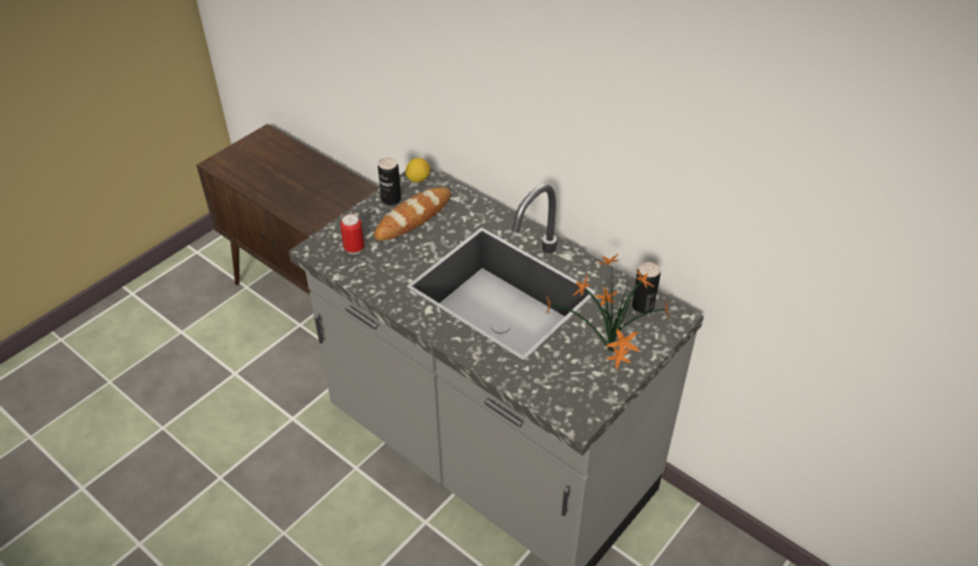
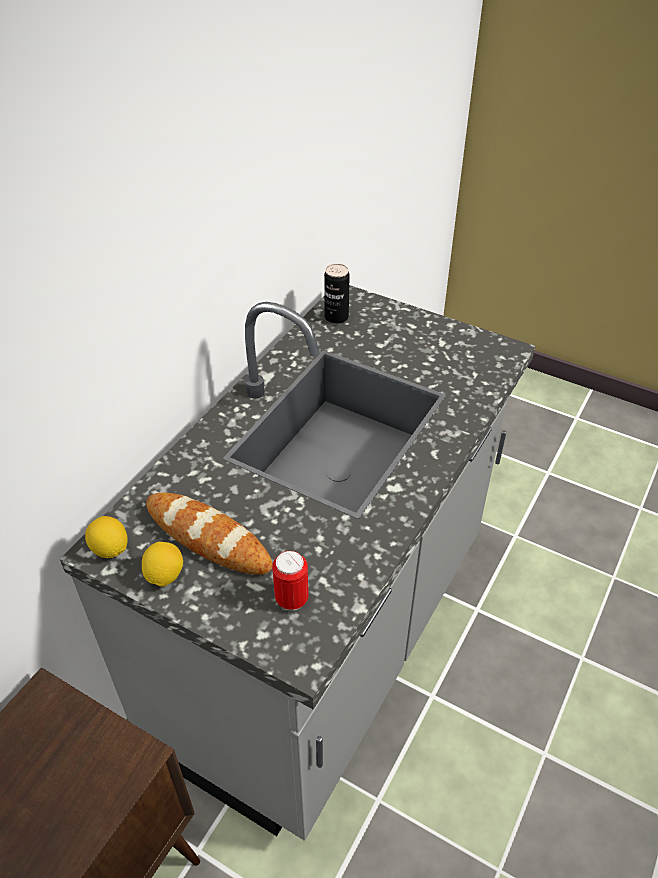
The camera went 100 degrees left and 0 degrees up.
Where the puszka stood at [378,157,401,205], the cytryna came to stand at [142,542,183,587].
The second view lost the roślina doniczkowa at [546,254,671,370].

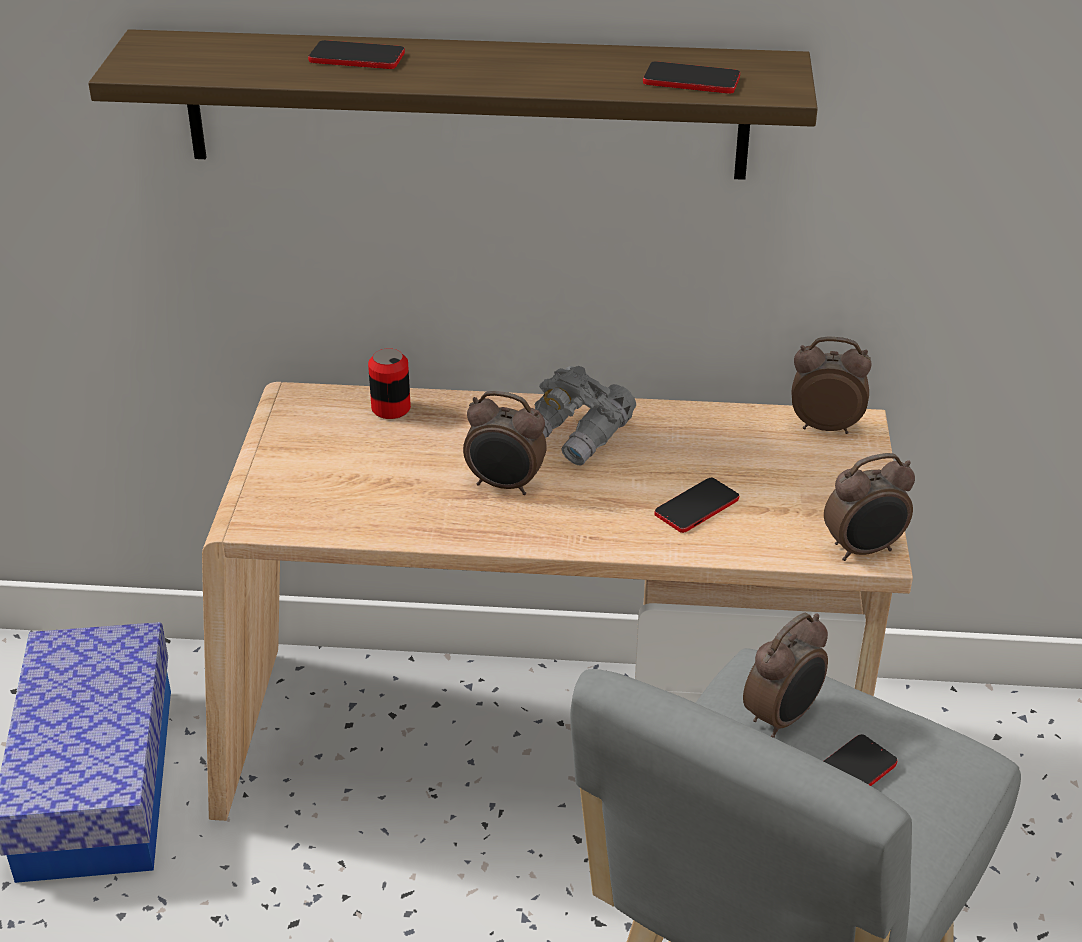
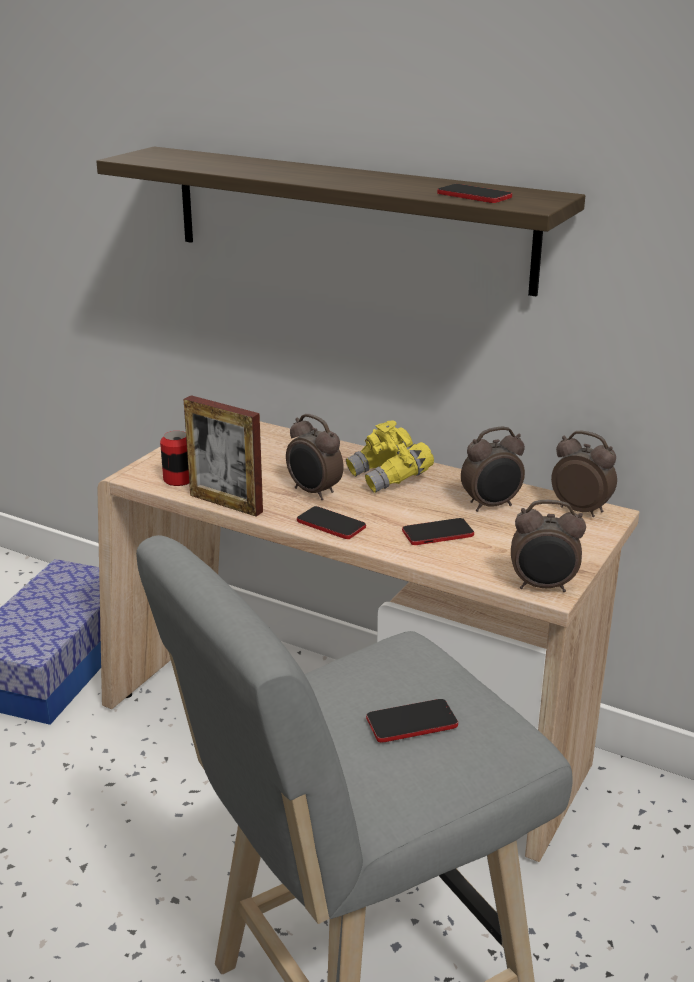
The camera went 25 degrees right and 10 degrees down.
The telefon ended up elsewhere, having gone from [308,40,405,69] to [297,506,366,539].
The puszka ended up elsewhere, having gone from [368,348,411,419] to [160,431,189,486].
What was the lornetka/szary at [534,366,636,465] turned into the lornetka/żółty at [346,420,434,493].
The budzik ended up elsewhere, having gone from [743,612,828,738] to [461,427,525,512].
The second view gained the ramka na zdjęcie at [184,395,263,516].

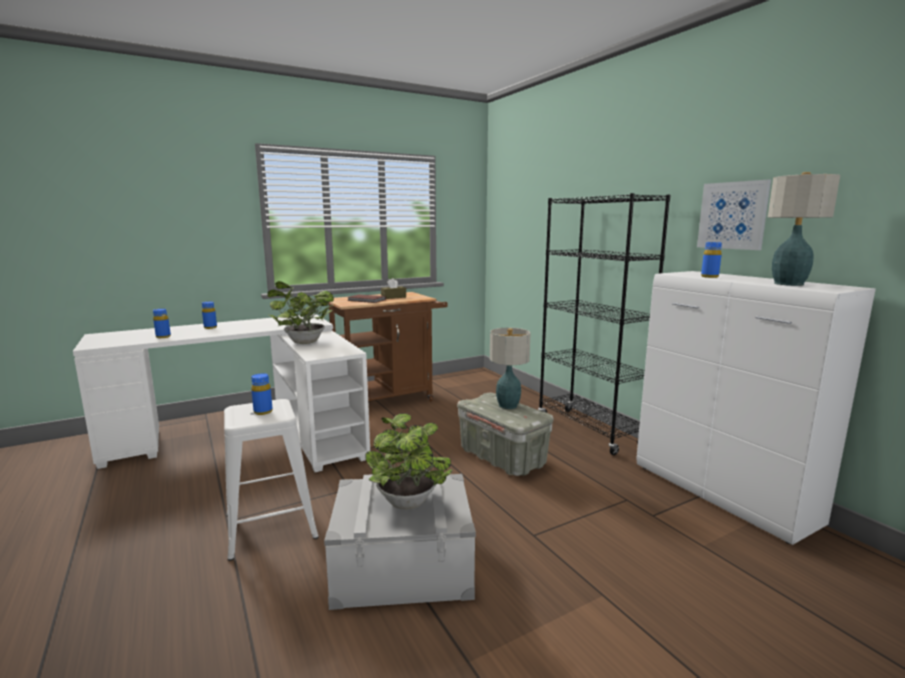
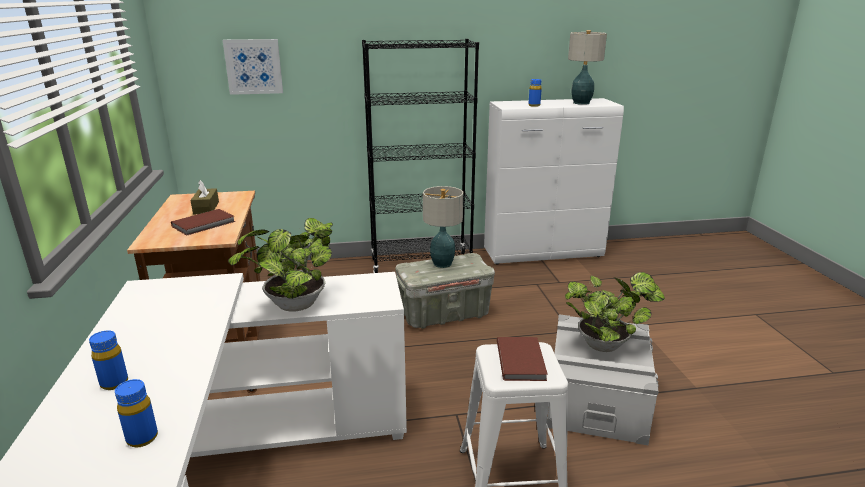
The camera went 70 degrees left and 10 degrees up.
The obraz ended up elsewhere, having gone from [697,180,771,250] to [223,39,283,95].
Where the butelka/niebieski stood at [251,373,273,415], the książka/brązowy came to stand at [497,337,548,381].

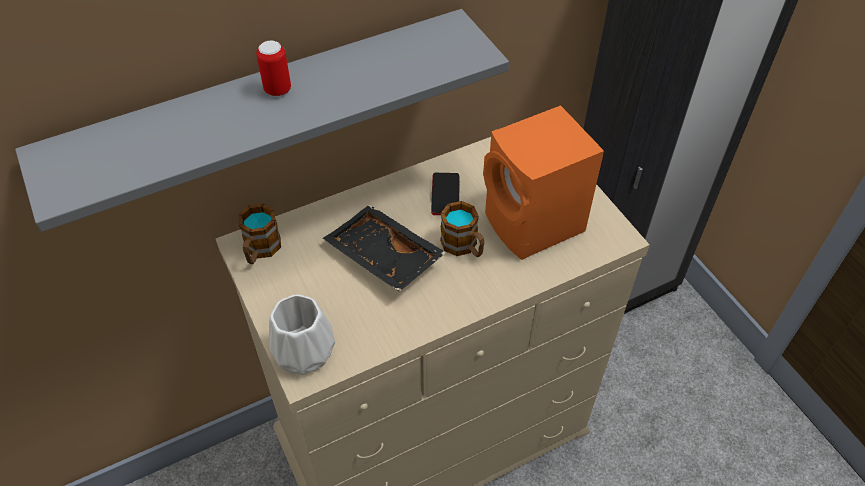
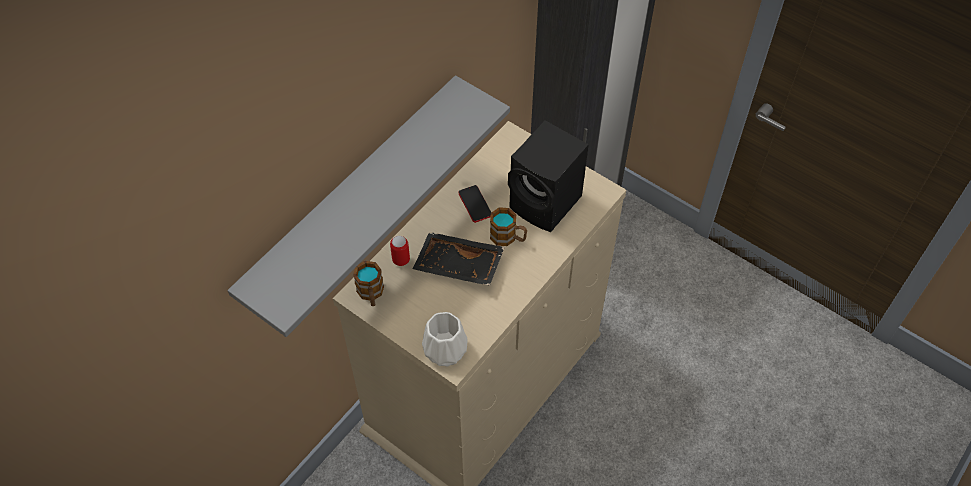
The camera went 25 degrees left and 5 degrees up.
The puszka ended up elsewhere, having gone from [256,41,291,96] to [390,236,410,266].
What was the głośnik/pomarańczowy at [483,105,604,260] turned into the głośnik/czarny at [508,120,589,232].

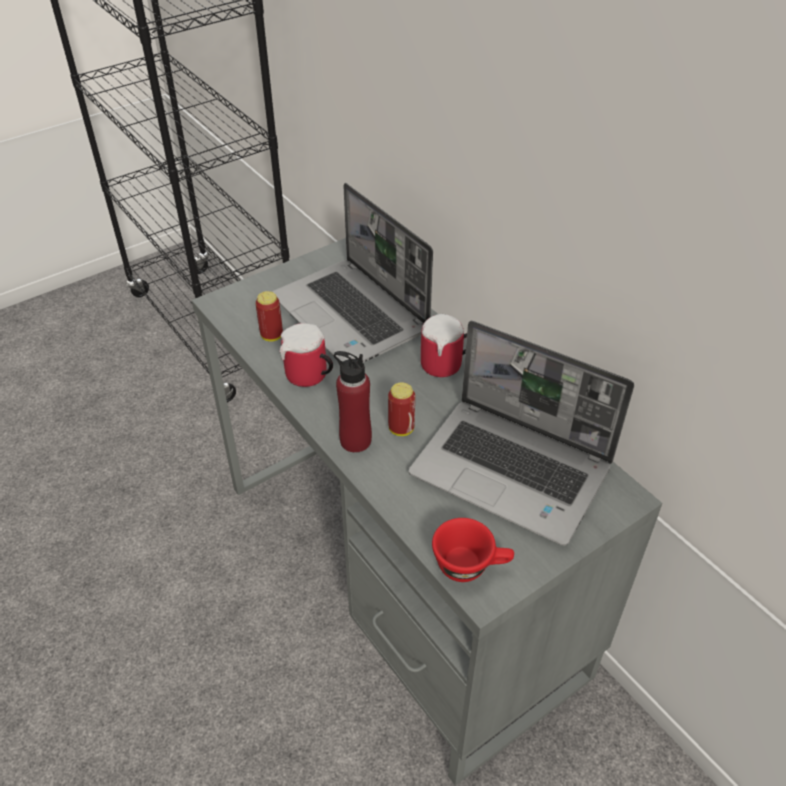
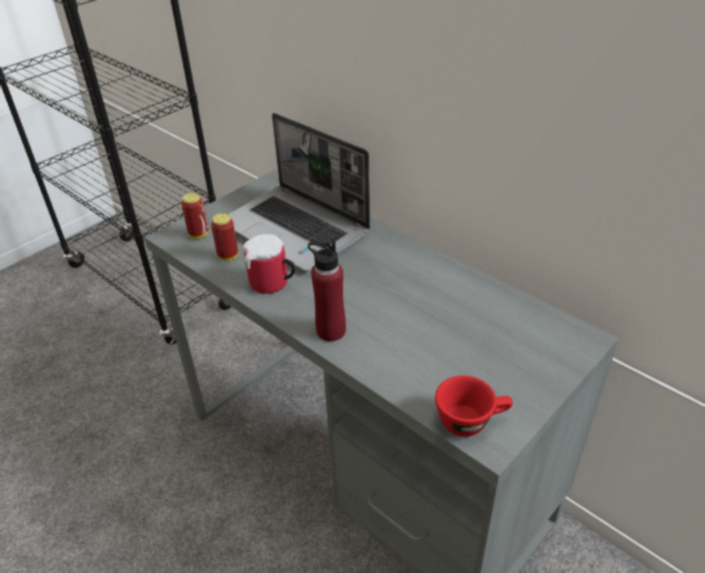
The camera went 10 degrees left and 5 degrees down.
The second view lost the kubek at [421,314,467,377].
The second view lost the laptop at [409,321,634,546].
The puszka ended up elsewhere, having gone from [388,382,415,436] to [181,193,209,239].

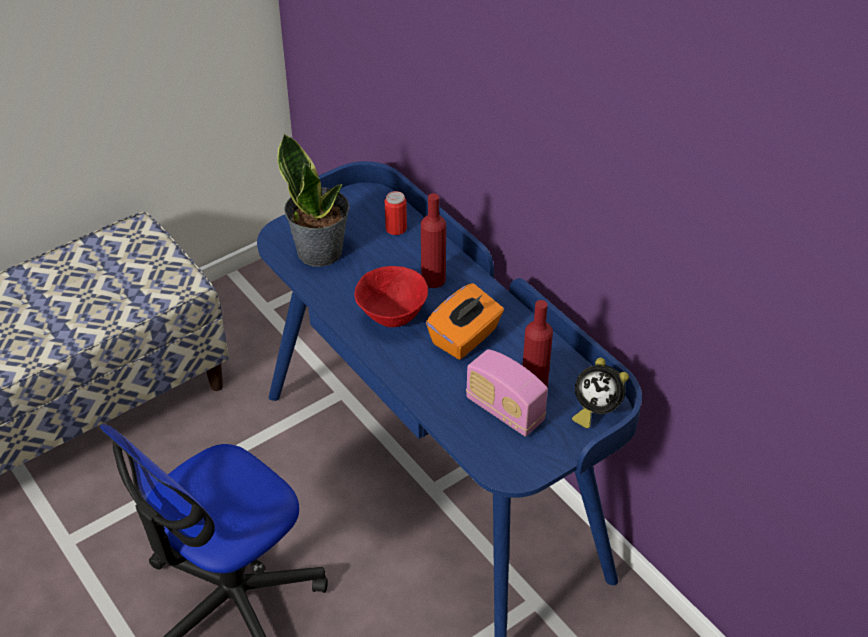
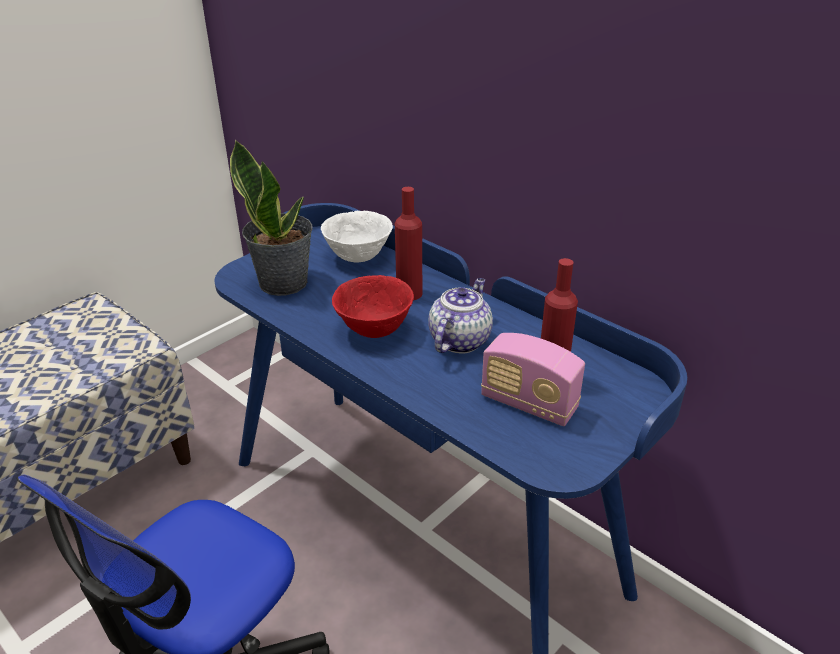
The camera went 10 degrees left and 10 degrees down.
Where the puszka stood at [385,191,407,235], the miska/biały came to stand at [321,211,393,263].
Where the pudełko chusteczek/pomarańczowy stood at [426,283,504,360], the imbryk came to stand at [428,278,493,354].
The second view lost the budzik at [572,357,629,428].

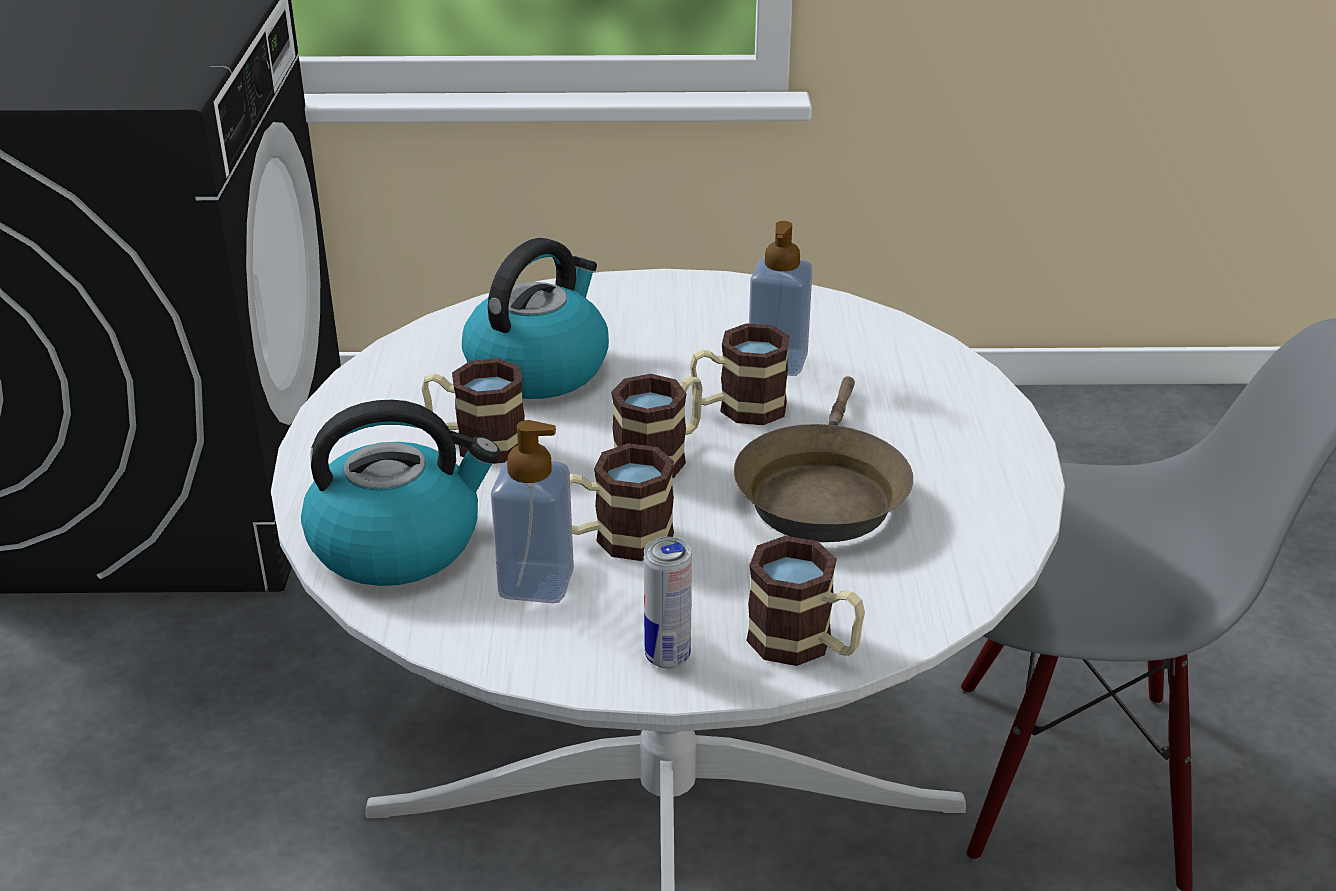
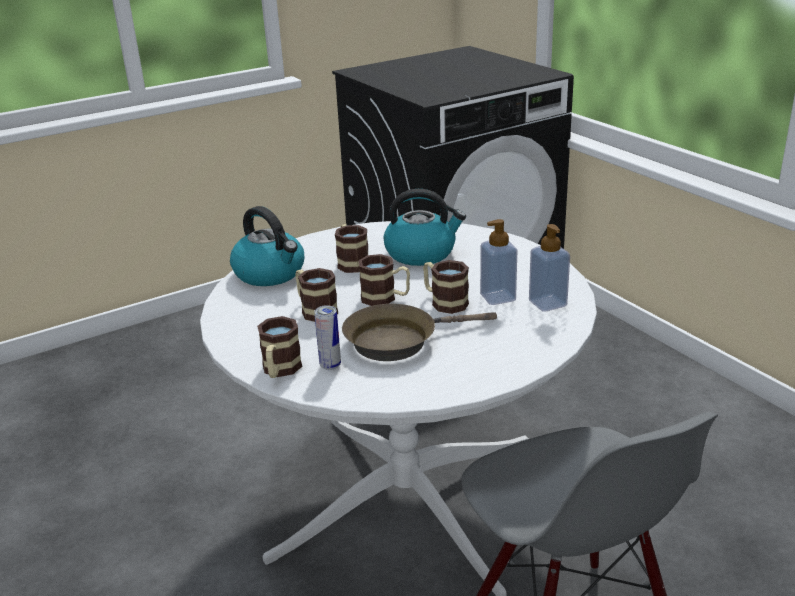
The camera went 60 degrees right and 5 degrees down.
The dozownik mydła ended up elsewhere, having gone from [491,420,574,603] to [529,224,570,312].
The puszka ended up elsewhere, having gone from [644,537,692,669] to [314,305,341,370].

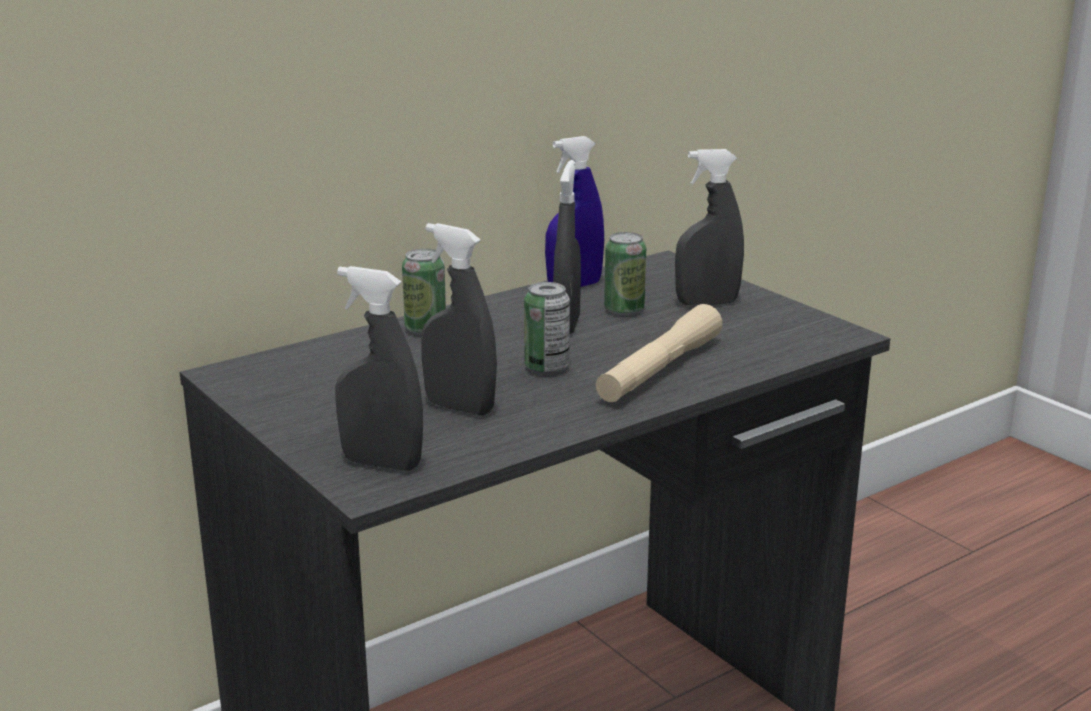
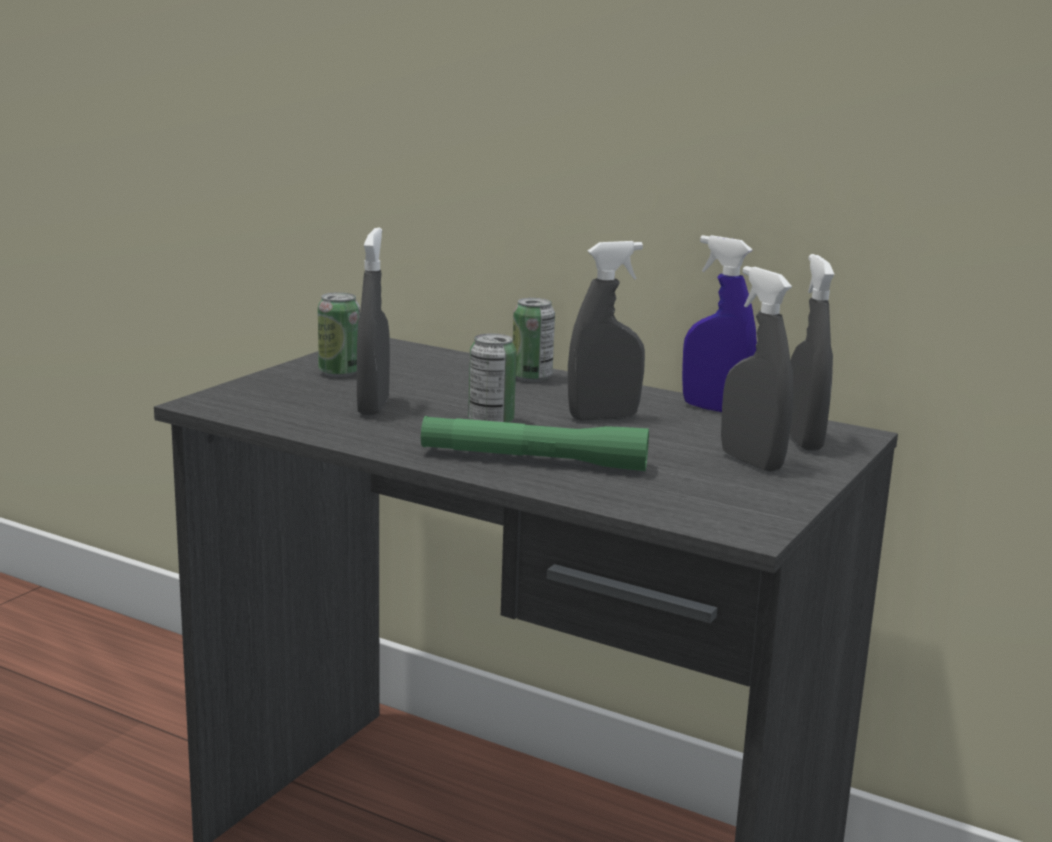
The camera went 65 degrees right and 5 degrees down.
The puszka ended up elsewhere, having gone from [604,232,646,315] to [318,293,360,377].
The spryskiwacz/szary ended up elsewhere, having gone from [335,266,423,471] to [790,254,835,451].
What was the latarka/beżowy at [596,304,723,402] turned into the latarka/zielony at [421,416,649,471].

